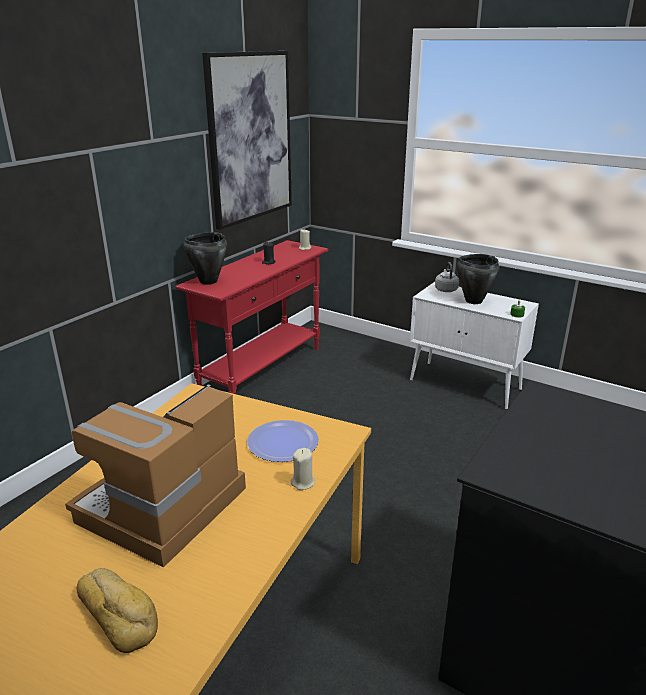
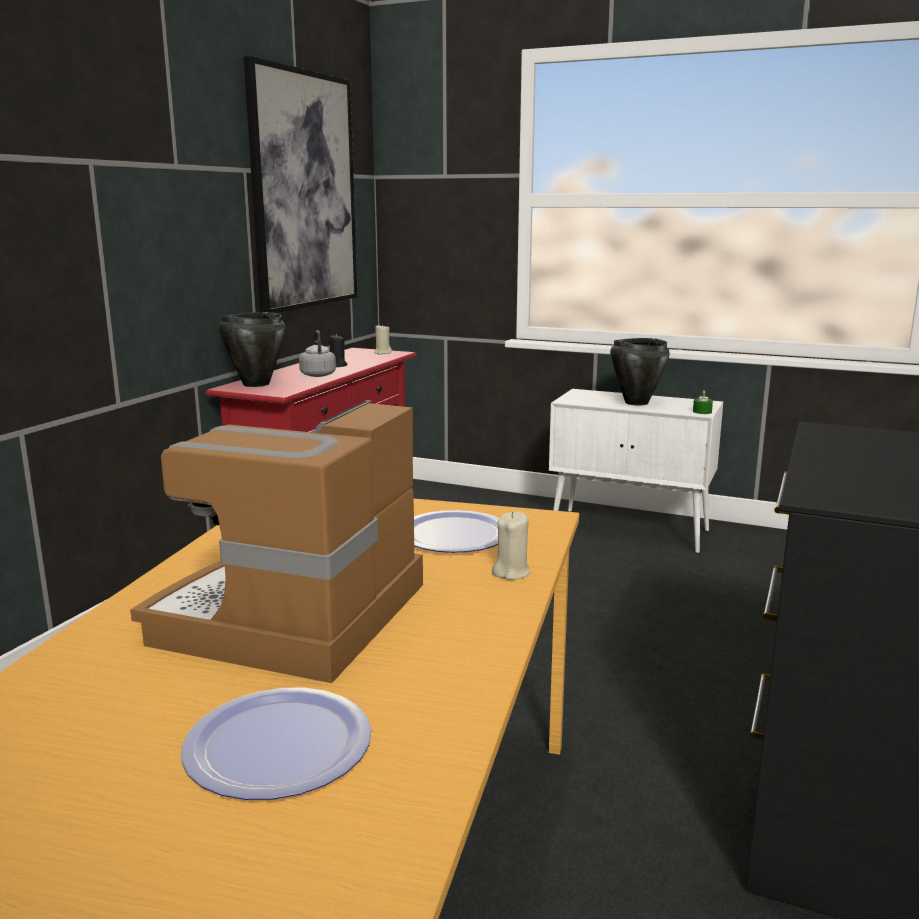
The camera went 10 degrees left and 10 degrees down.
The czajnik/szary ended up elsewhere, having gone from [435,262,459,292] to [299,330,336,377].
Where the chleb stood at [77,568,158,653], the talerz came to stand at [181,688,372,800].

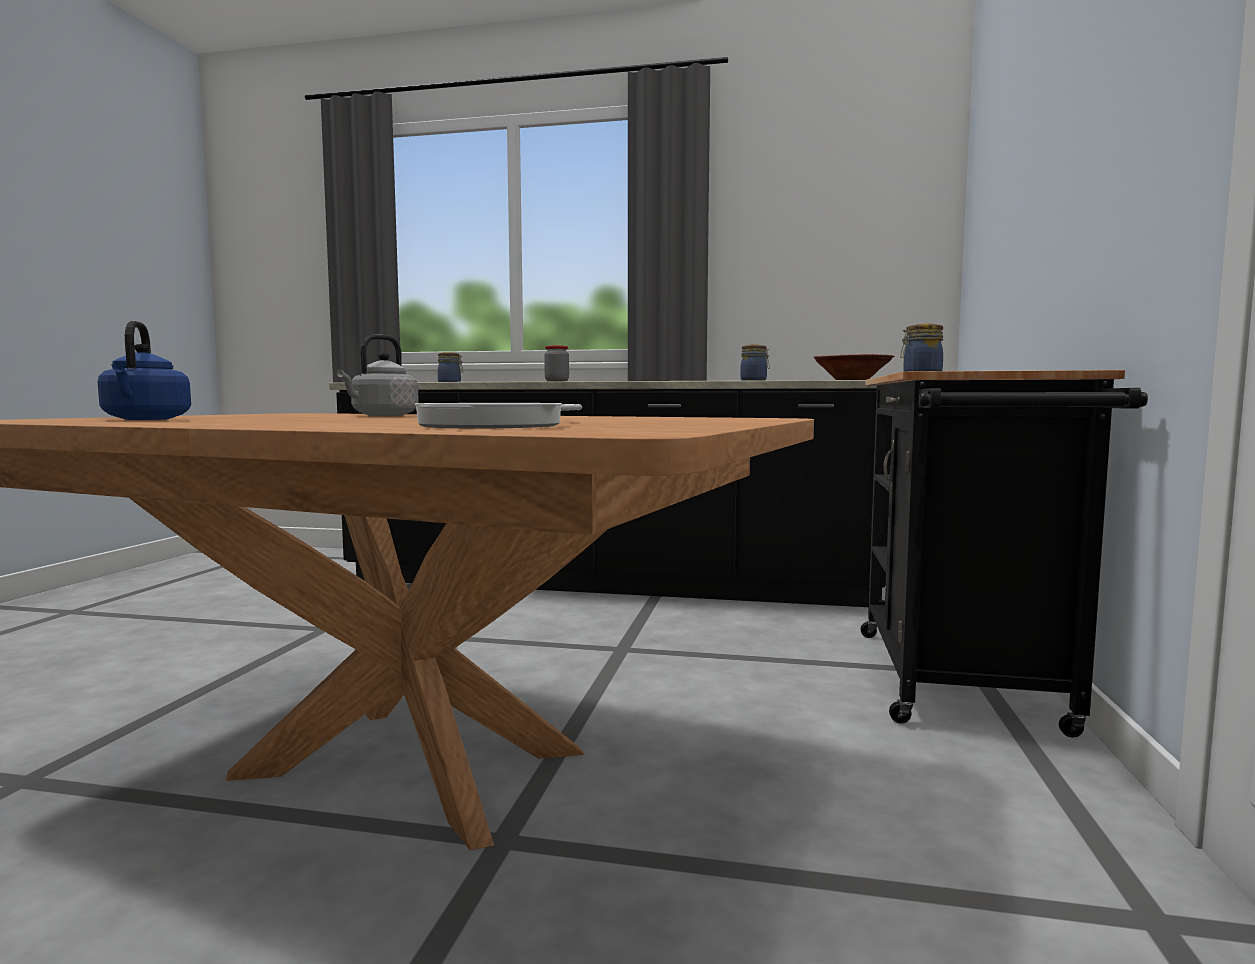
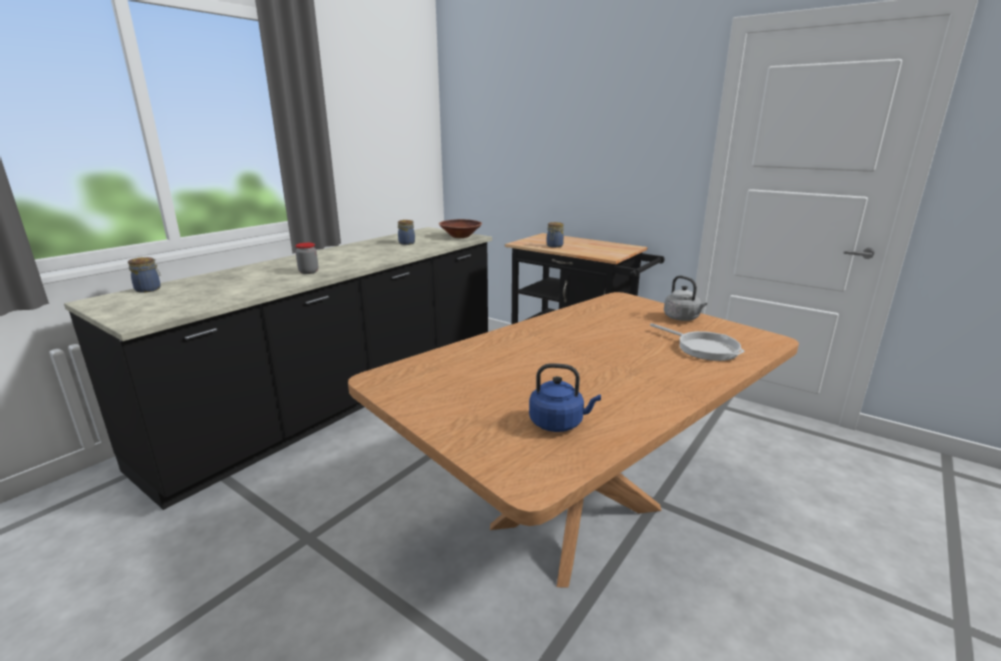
The camera went 65 degrees left and 15 degrees up.
The czajnik/szary ended up elsewhere, having gone from [337,335,419,416] to [664,276,707,321].

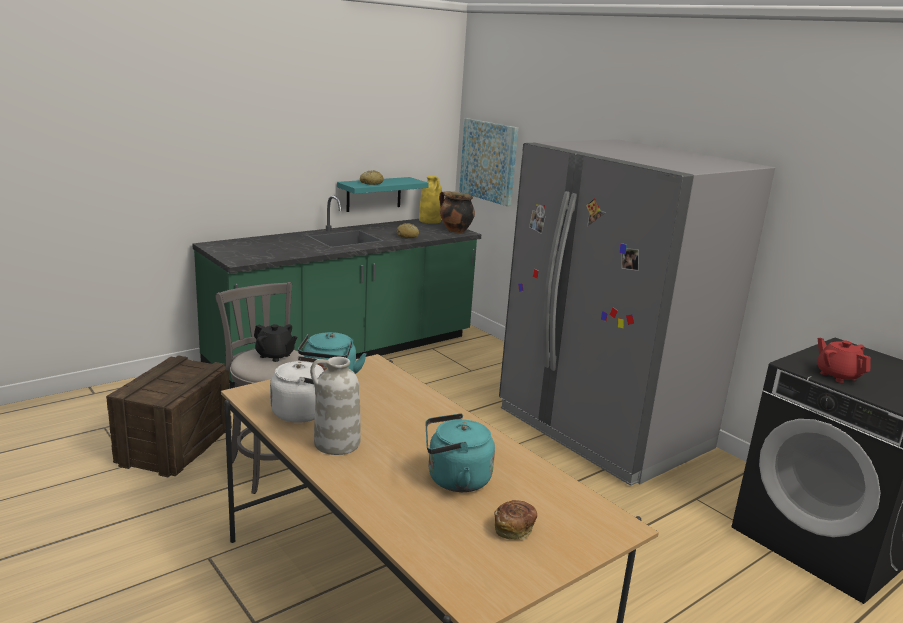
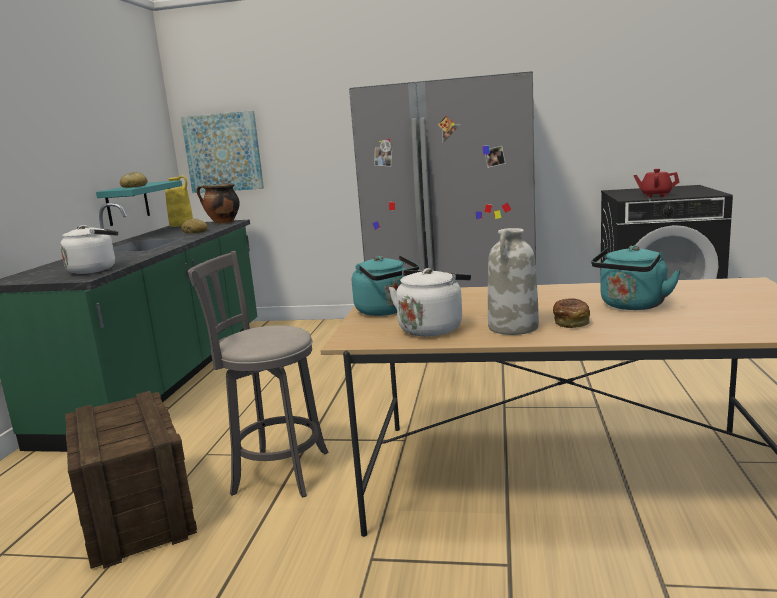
The camera went 40 degrees left and 5 degrees down.
The second view lost the imbryk/czarny at [254,324,297,362].
The chleb ended up elsewhere, having gone from [494,500,537,540] to [553,298,590,328].
The second view gained the czajnik/biały at [60,225,118,274].

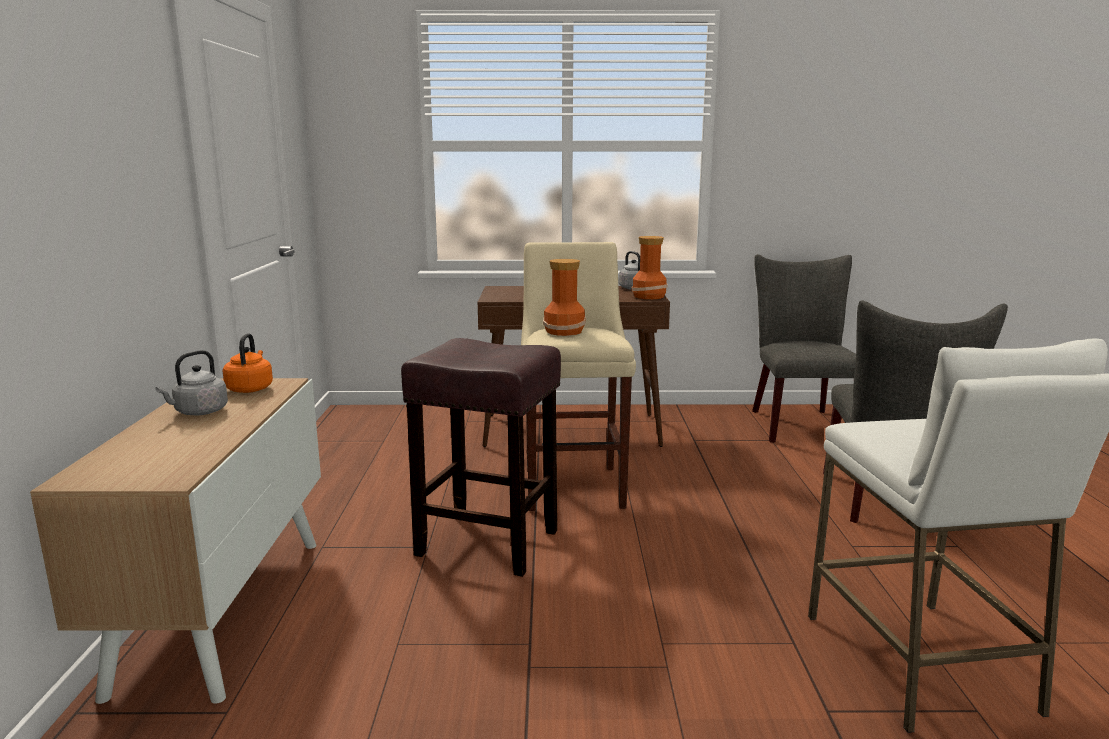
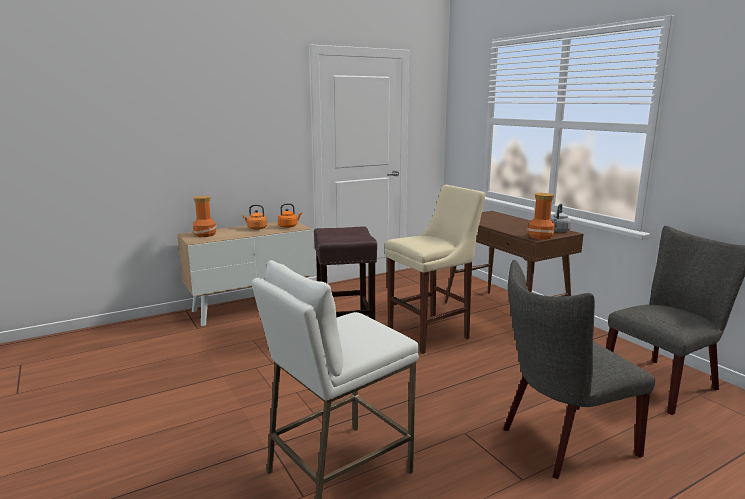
The camera went 60 degrees right and 0 degrees up.
The wazon ended up elsewhere, having gone from [543,259,586,336] to [192,196,217,237].
What was the czajnik/szary at [155,350,228,415] turned into the czajnik/pomarańczowy at [242,205,267,230].

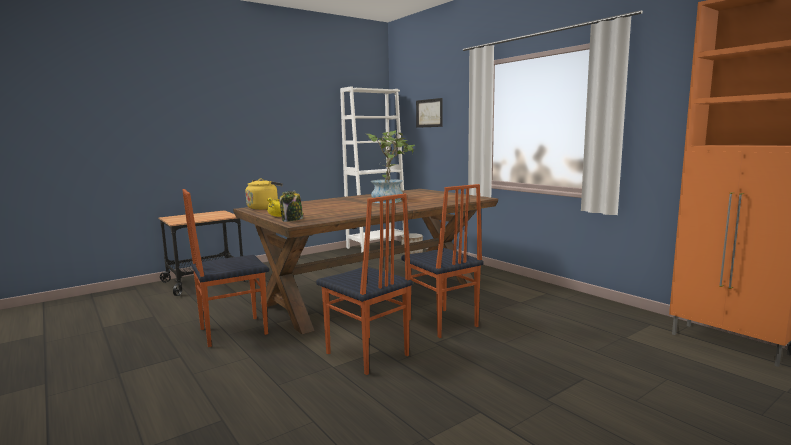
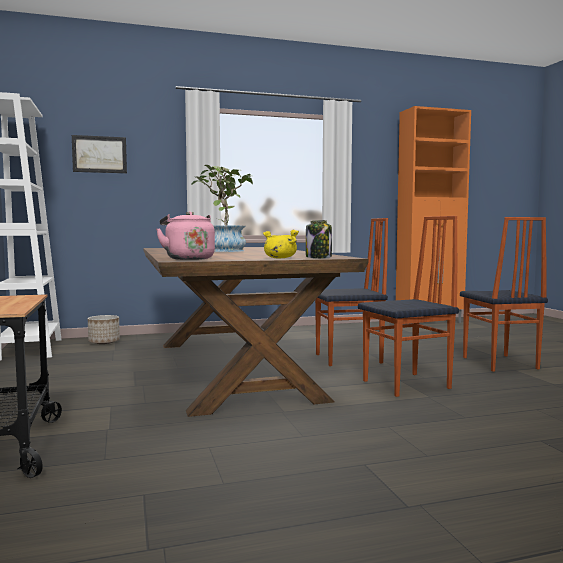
The camera went 70 degrees left and 5 degrees down.
What was the czajnik/żółty at [246,179,283,210] turned into the czajnik/różowy at [156,211,215,260].
The krzesło ended up elsewhere, having gone from [182,189,269,347] to [460,217,548,372].

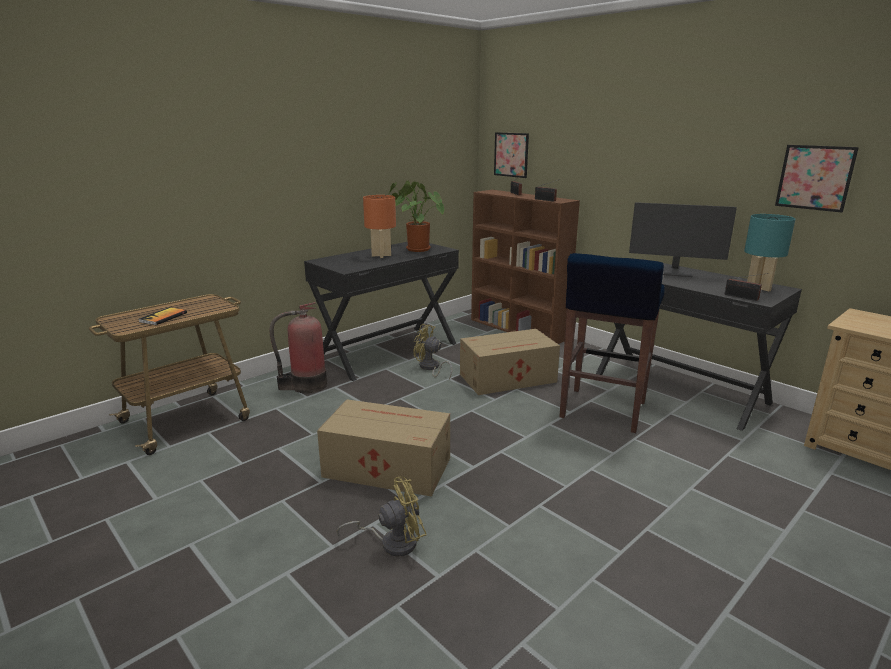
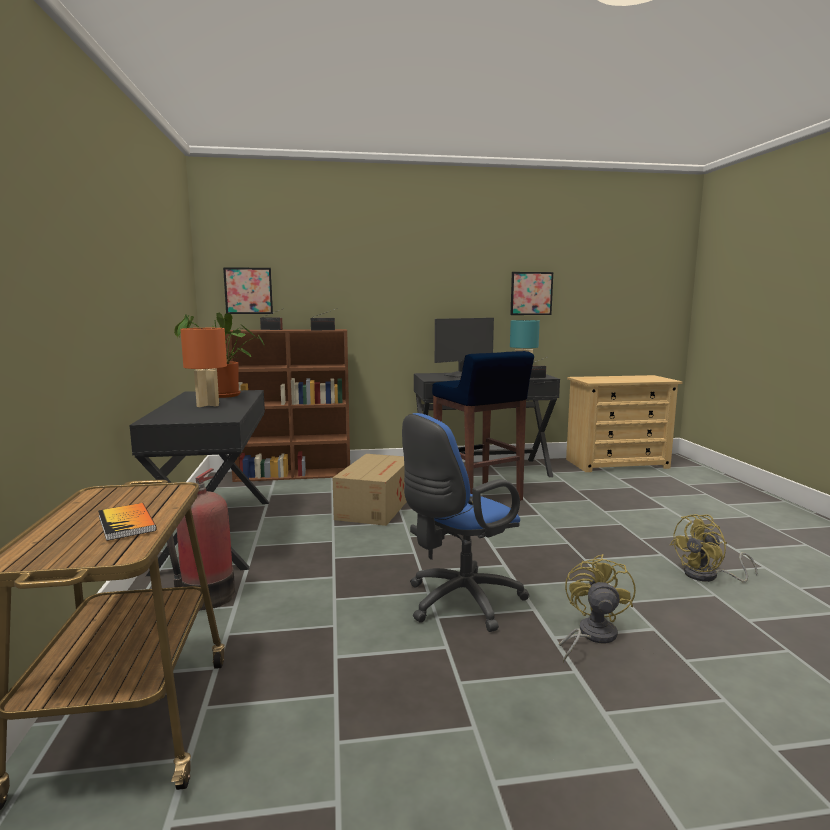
The camera went 55 degrees left and 10 degrees down.
The wentylator/żółty ended up elsewhere, having gone from [413,324,452,379] to [670,514,758,582].
Where the karton stood at [317,399,450,497], the krzesło biurowe/niebieski came to stand at [402,413,529,632].

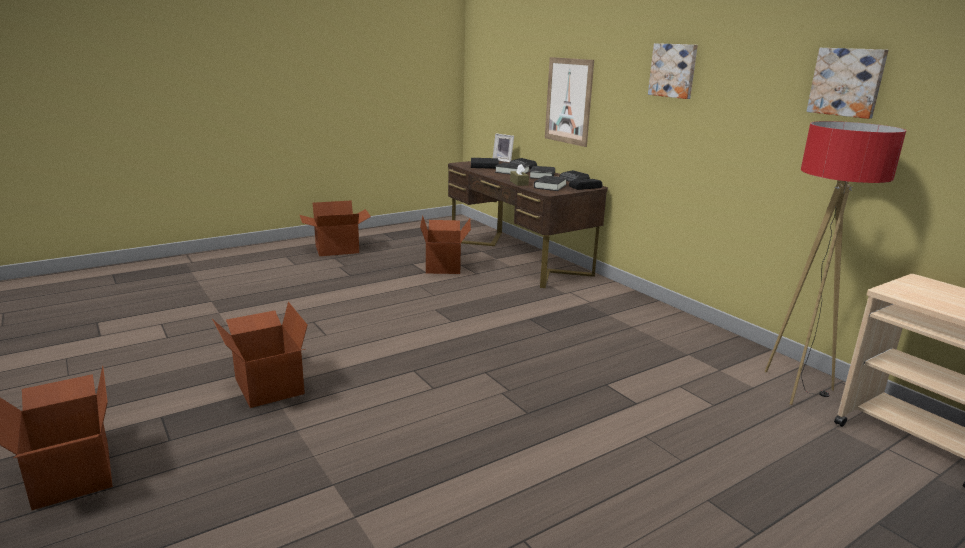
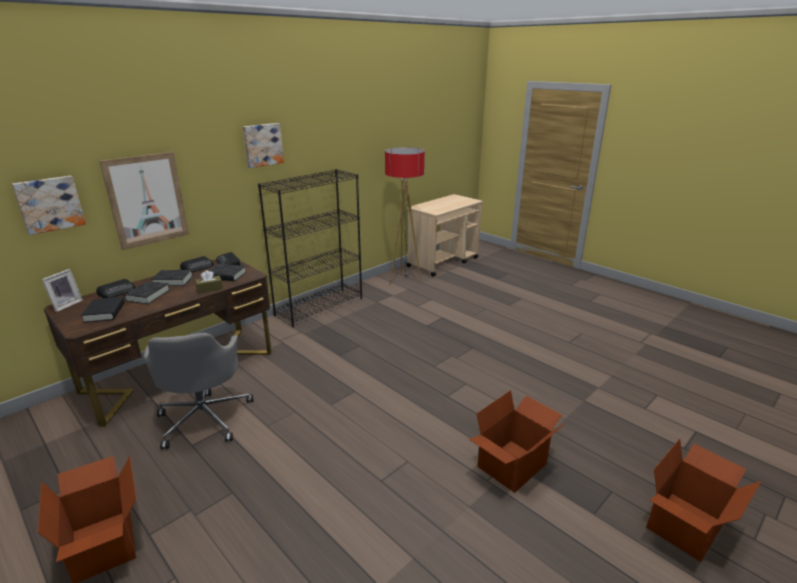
The camera went 100 degrees left and 5 degrees up.
The obraz ended up elsewhere, having gone from [806,48,888,119] to [12,176,86,235].
Where the karton stood at [420,215,471,274], the krzesło biurowe/szary came to stand at [144,333,253,450].
The second view gained the regał/czarny at [258,169,362,327].

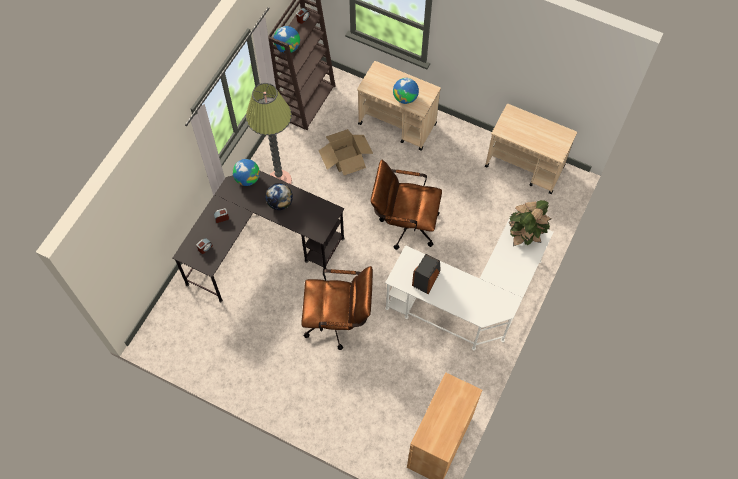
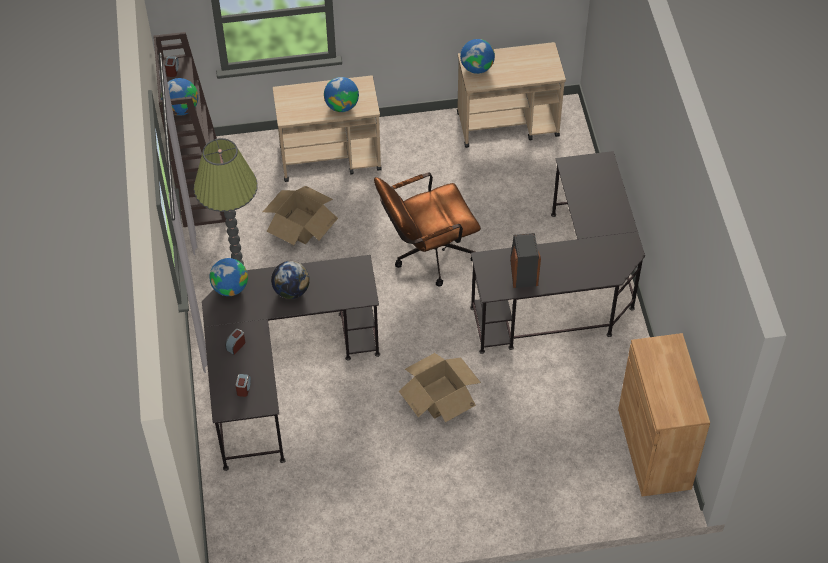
The camera went 35 degrees left and 10 degrees down.
The second view lost the roślina doniczkowa at [509,200,552,246].
What was the biurko/biały at [385,215,553,350] turned into the biurko/czarny at [470,151,645,354].
Where the krzesło biurowe/brązowy stood at [301,266,373,350], the karton came to stand at [399,353,481,422].
The second view gained the globus at [460,39,495,74].

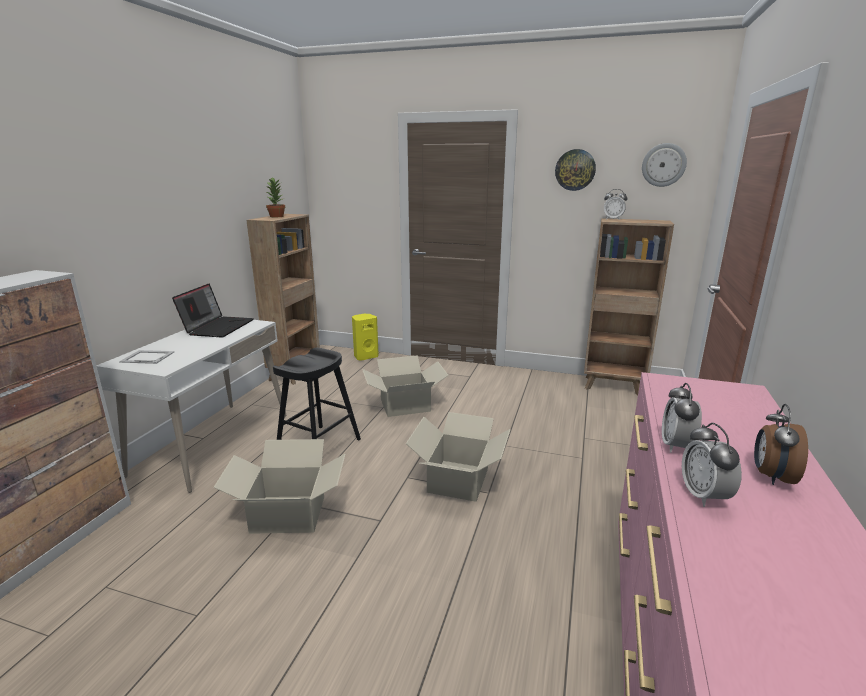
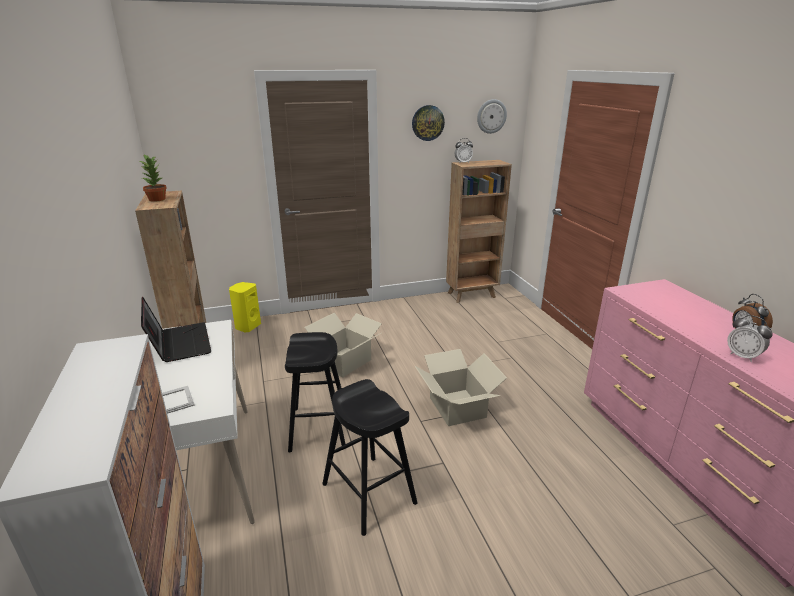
The camera went 35 degrees left and 5 degrees up.
The second view lost the budzik at [662,383,702,453].
Where the karton stood at [213,439,345,534], the stołek/czarny came to stand at [322,379,417,536].

